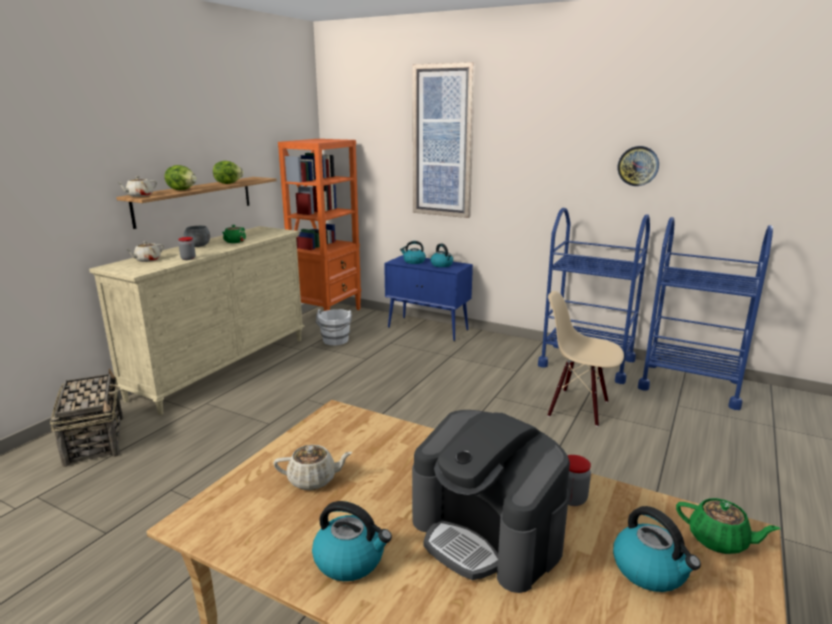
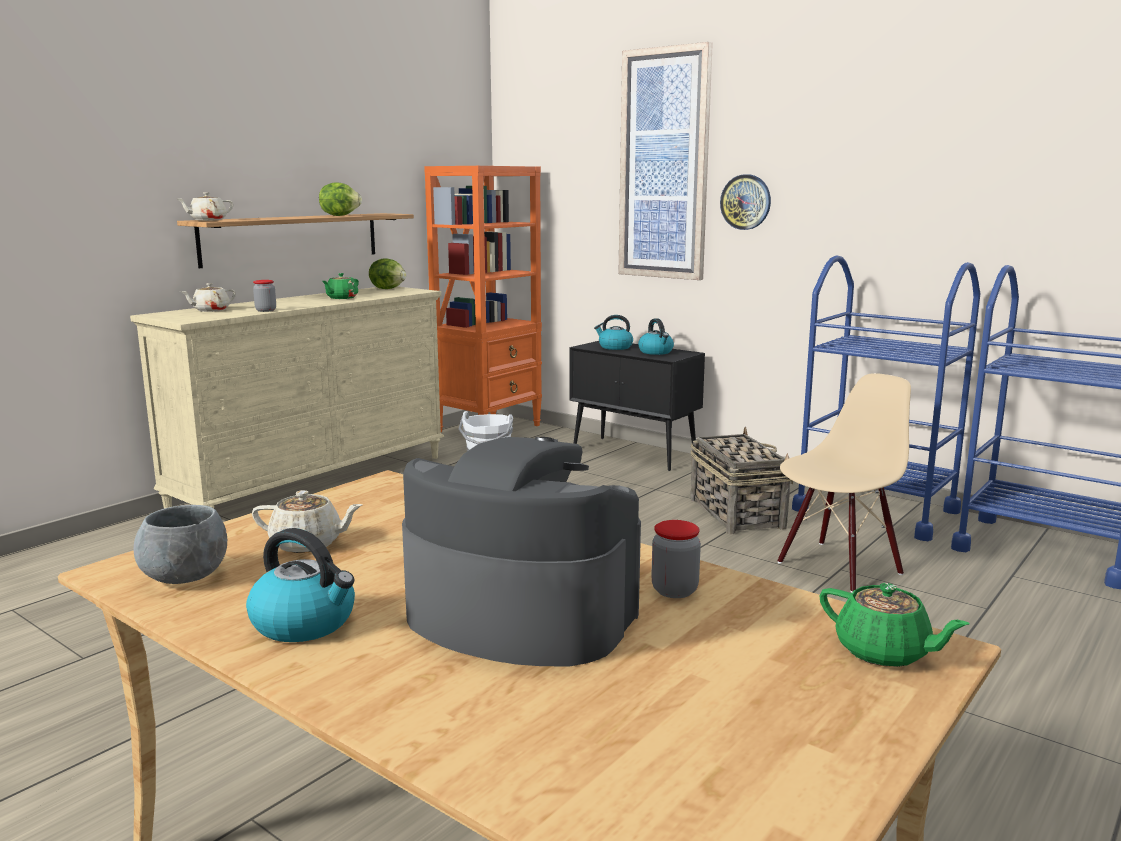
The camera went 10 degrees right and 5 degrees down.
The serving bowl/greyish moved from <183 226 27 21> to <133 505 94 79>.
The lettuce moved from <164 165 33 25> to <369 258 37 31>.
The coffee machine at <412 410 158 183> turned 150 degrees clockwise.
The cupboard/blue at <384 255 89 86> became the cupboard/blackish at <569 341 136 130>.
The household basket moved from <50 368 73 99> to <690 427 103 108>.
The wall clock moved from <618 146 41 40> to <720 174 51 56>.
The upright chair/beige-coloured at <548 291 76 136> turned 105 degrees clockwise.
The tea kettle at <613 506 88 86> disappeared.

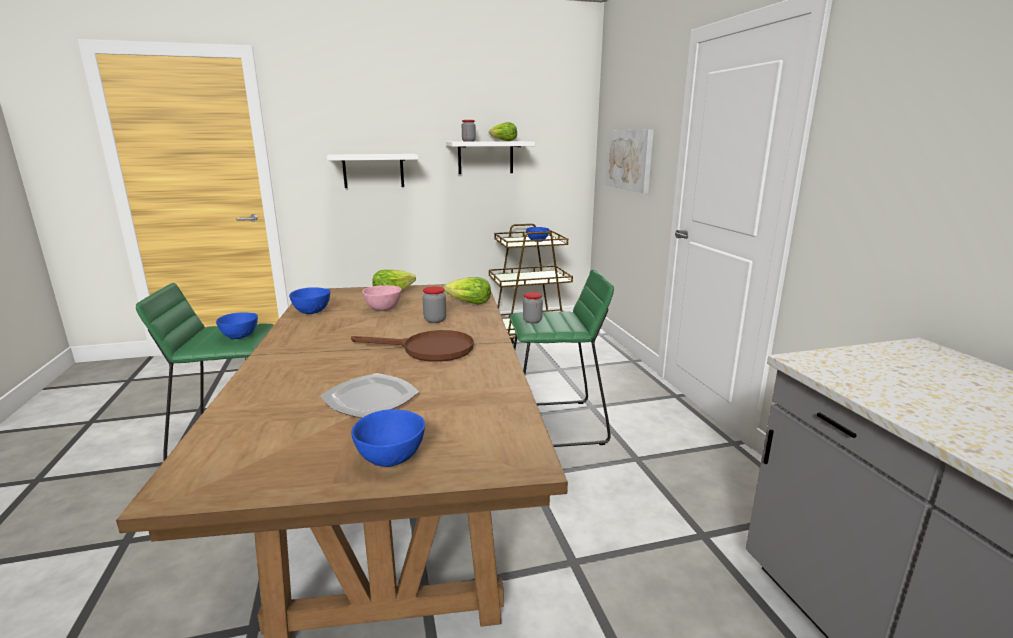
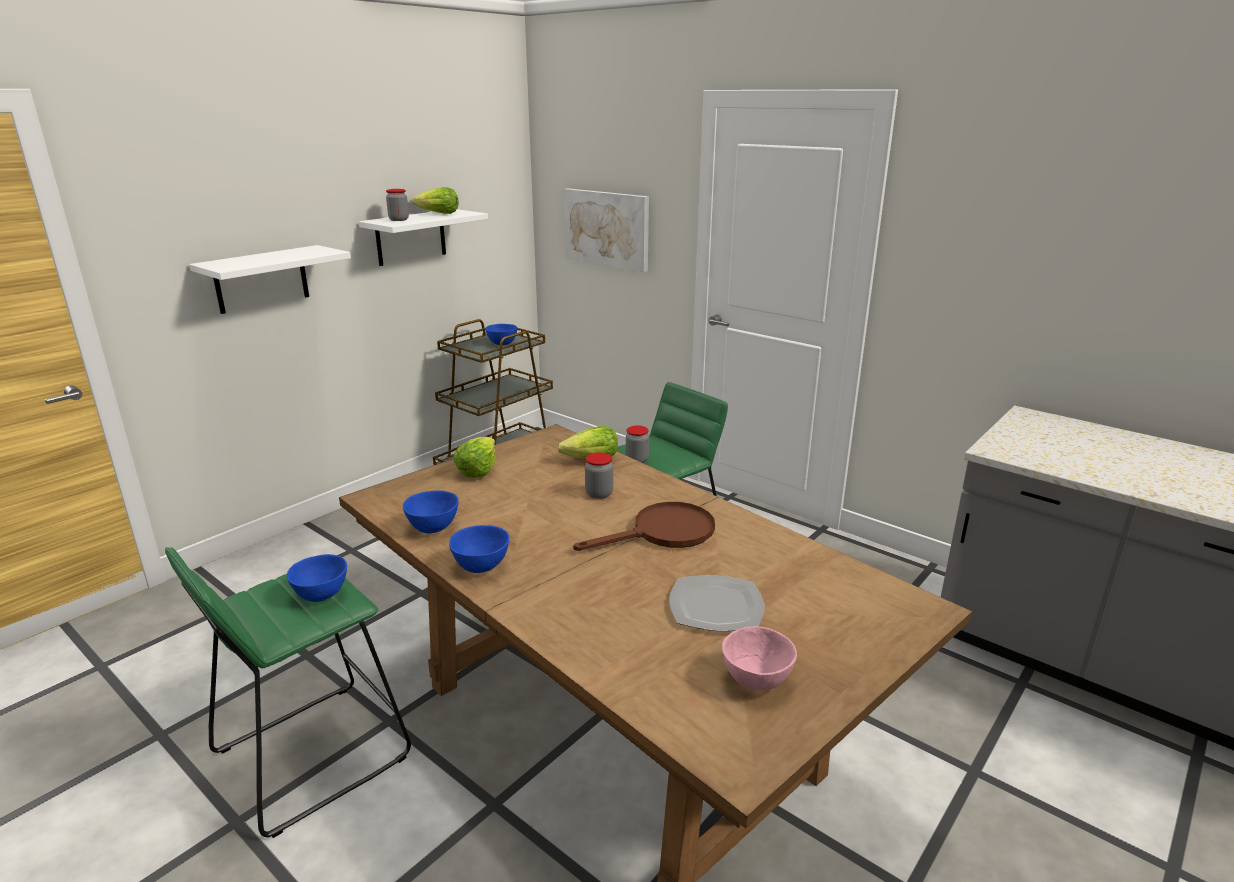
The camera went 35 degrees left and 5 degrees up.
The serving bowl/blue moved from <351 409 74 58> to <449 525 60 48>.
The serving bowl/pink moved from <362 285 40 26> to <722 626 75 65>.

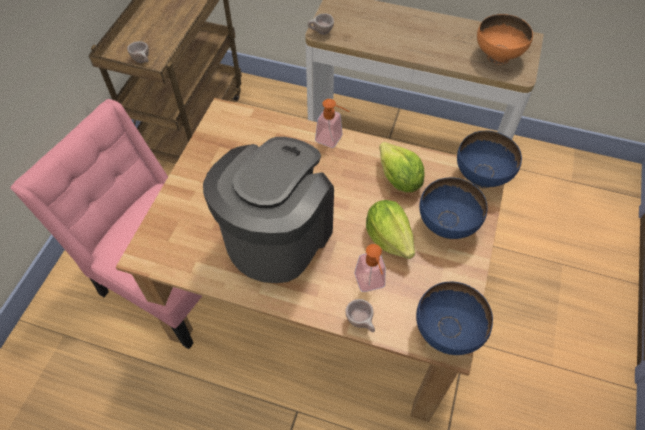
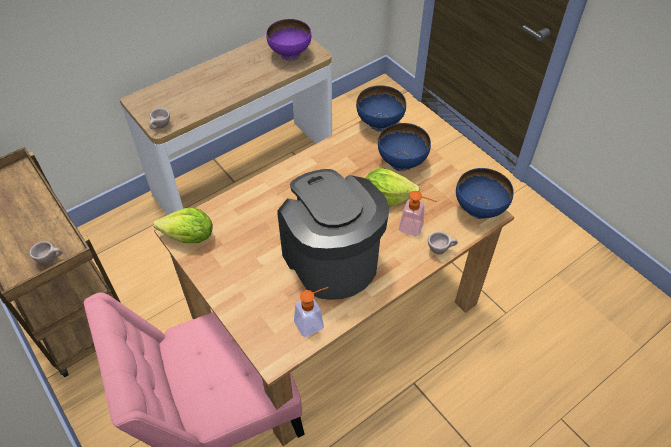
The camera went 55 degrees left and 5 degrees down.
The lettuce moved from <379 142 46 50> to <153 208 60 35>.
The serving bowl/orangey at <477 14 56 51> became the serving bowl/purple-coloured at <266 19 45 42>.
The soap bottle moved from <315 99 35 49> to <294 287 35 50>.

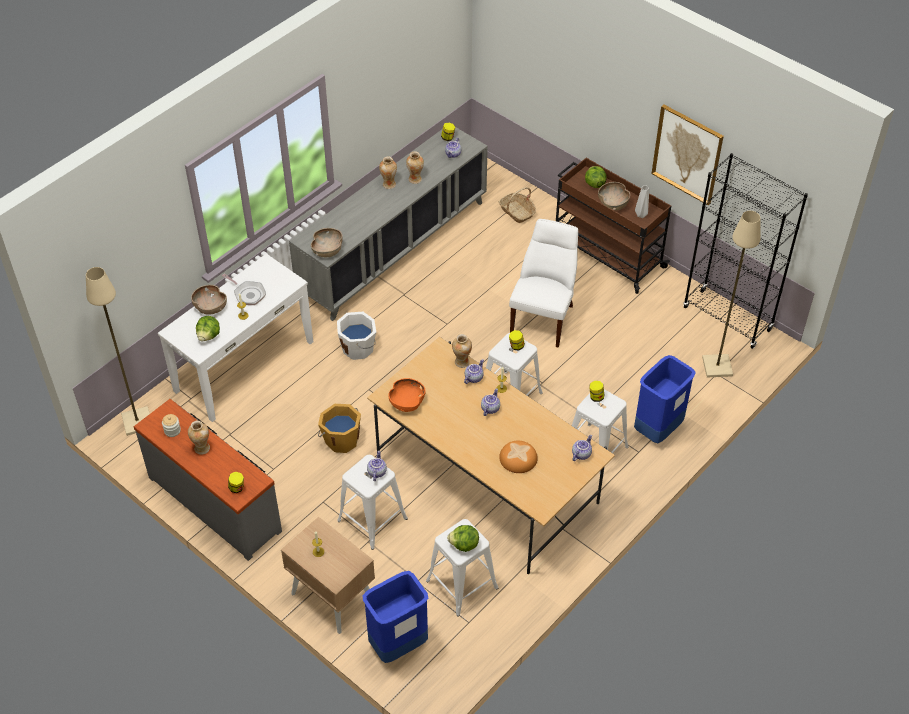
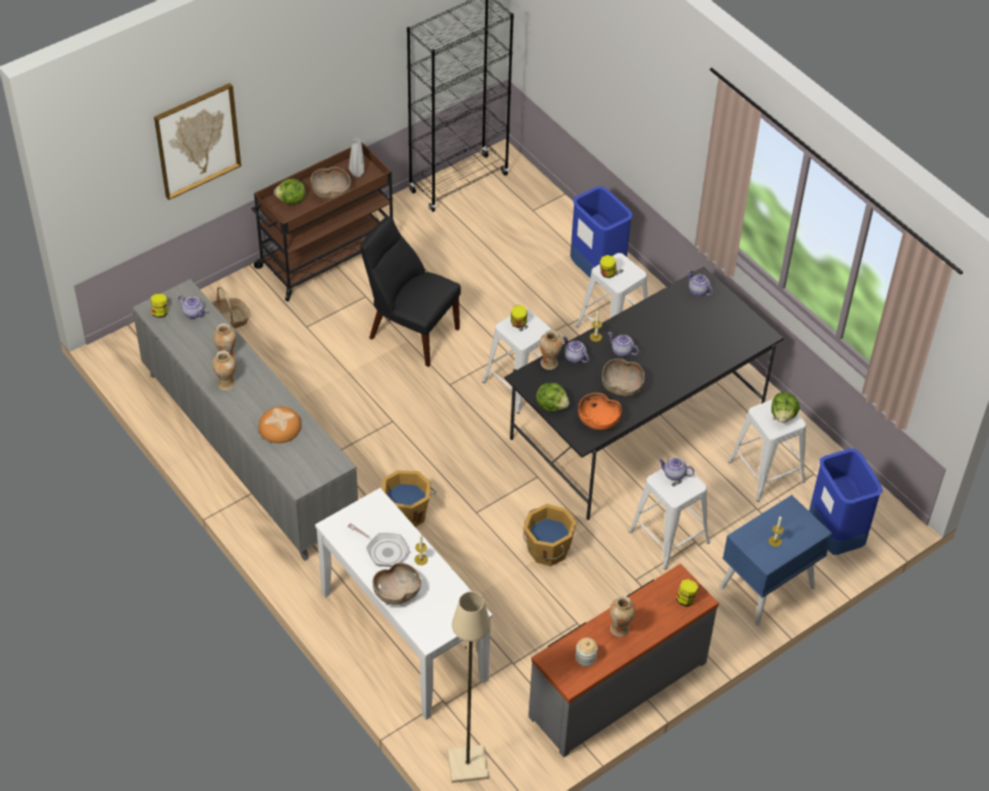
The camera went 80 degrees left and 0 degrees up.
The wall art moved from <651 105 73 100> to <154 83 87 117>.
The bakery bread moved from <499 441 39 32> to <258 406 43 37>.
The frying pan at <222 274 44 31> turned 75 degrees clockwise.
The upright chair/whitish at <509 219 69 129> became the upright chair/blackish at <360 217 101 150>.
The water bucket/whitish at <337 312 39 48> became the water bucket/orangey at <382 470 55 57>.
The dining table/beige-coloured at <367 337 248 237> became the dining table/blackish at <504 267 280 253>.
The lettuce moved from <196 316 24 25> to <536 383 34 29>.
The serving bowl/brownish moved from <311 228 32 29> to <602 359 43 38>.
The bedside table/beige-coloured at <281 517 94 117> became the bedside table/blue at <720 495 112 131>.
The standing lamp/beige-coloured at <702 211 59 167> disappeared.

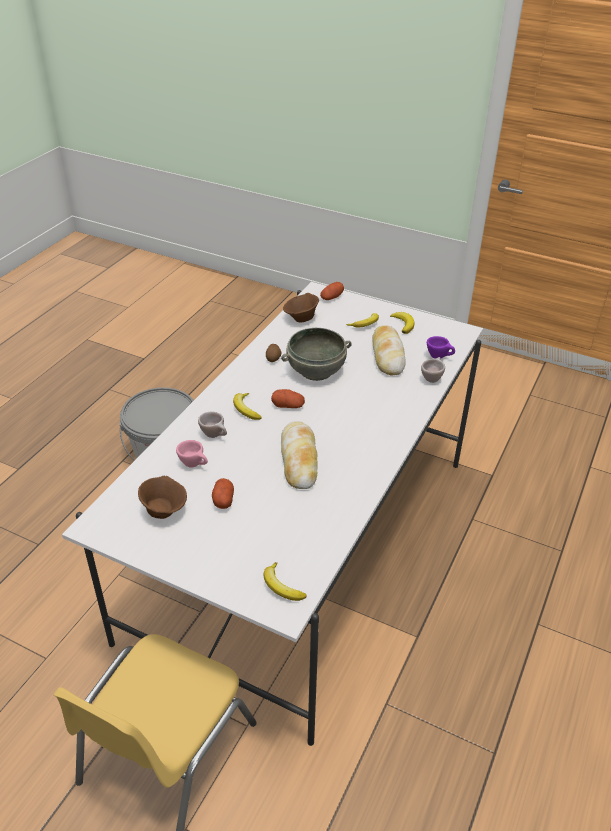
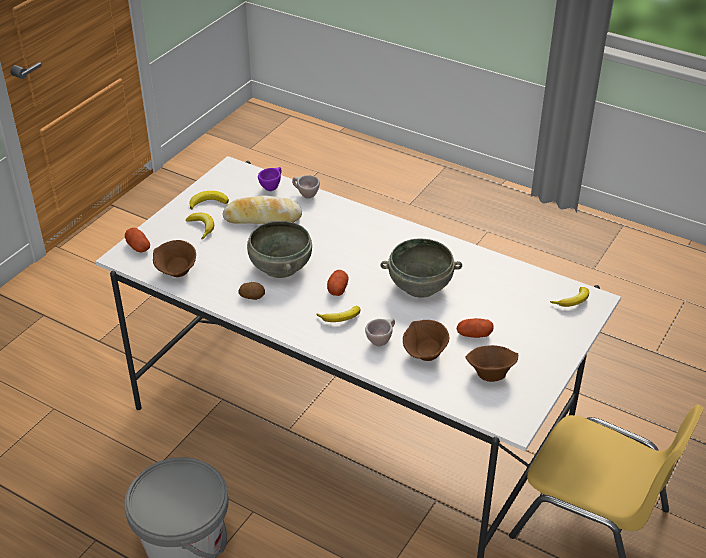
The camera went 85 degrees left and 0 degrees up.
The bakery bread at <281 421 36 68> was replaced by the serving bowl/greyish at <381 238 81 60>.
The cup/pink at <176 440 32 28> was replaced by the serving bowl/brownish at <403 320 46 41>.

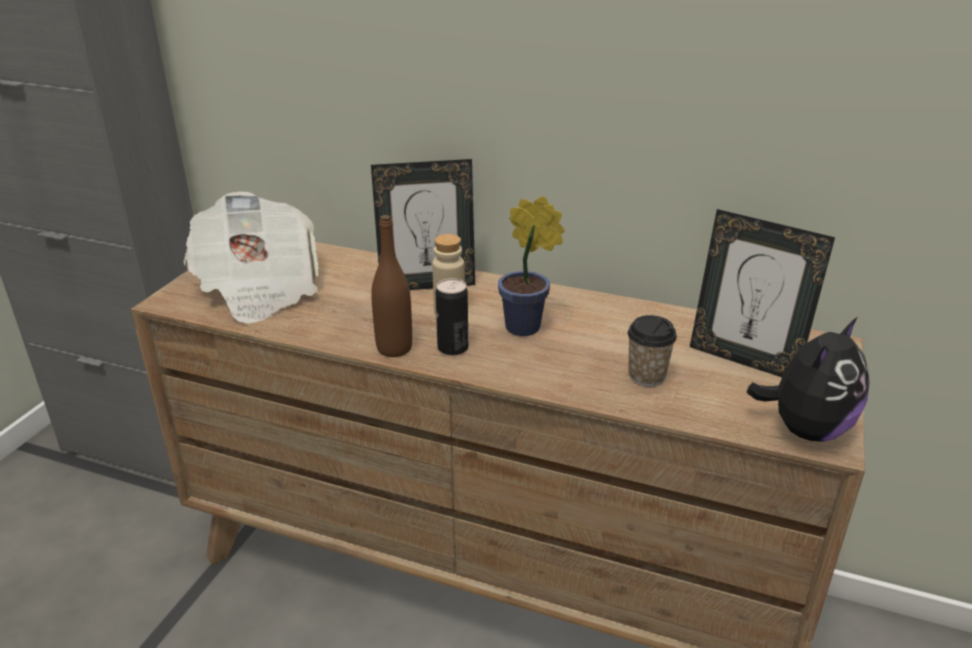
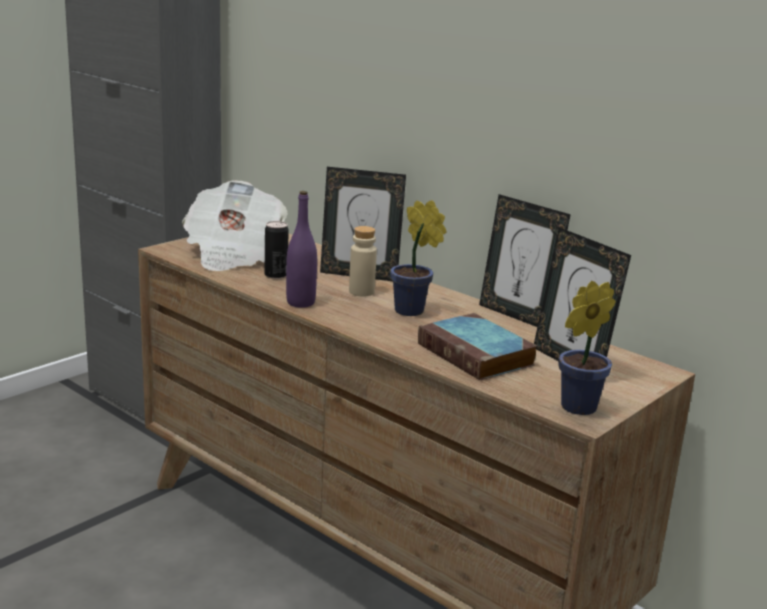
The camera went 20 degrees right and 10 degrees down.
The can moved from <436 278 32 78> to <265 221 24 58>.
The bottle/brownish at <371 215 41 142> became the bottle/purple-coloured at <286 191 31 117>.
The cup at <627 315 50 72> was replaced by the volume at <418 313 119 67>.
The standing frame at <479 194 92 133> appeared.
The soft toy at <746 317 124 125> was replaced by the potted plant at <559 281 57 134>.

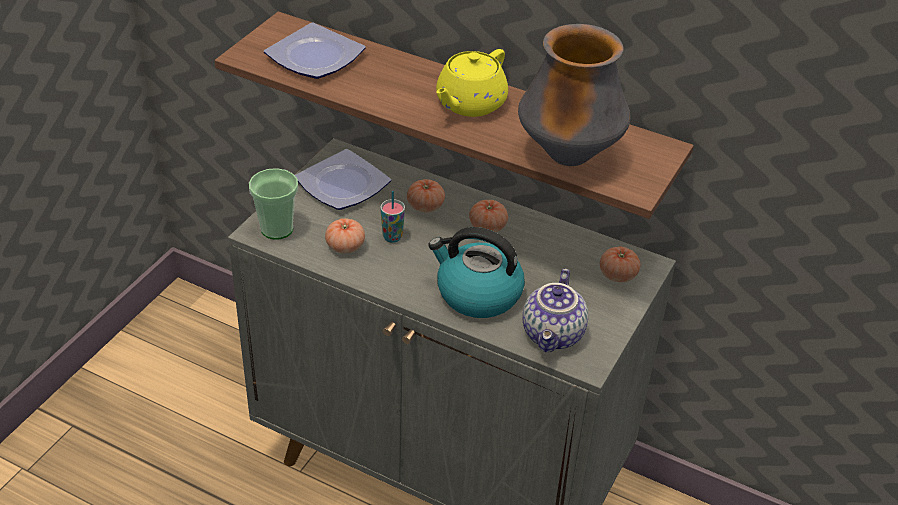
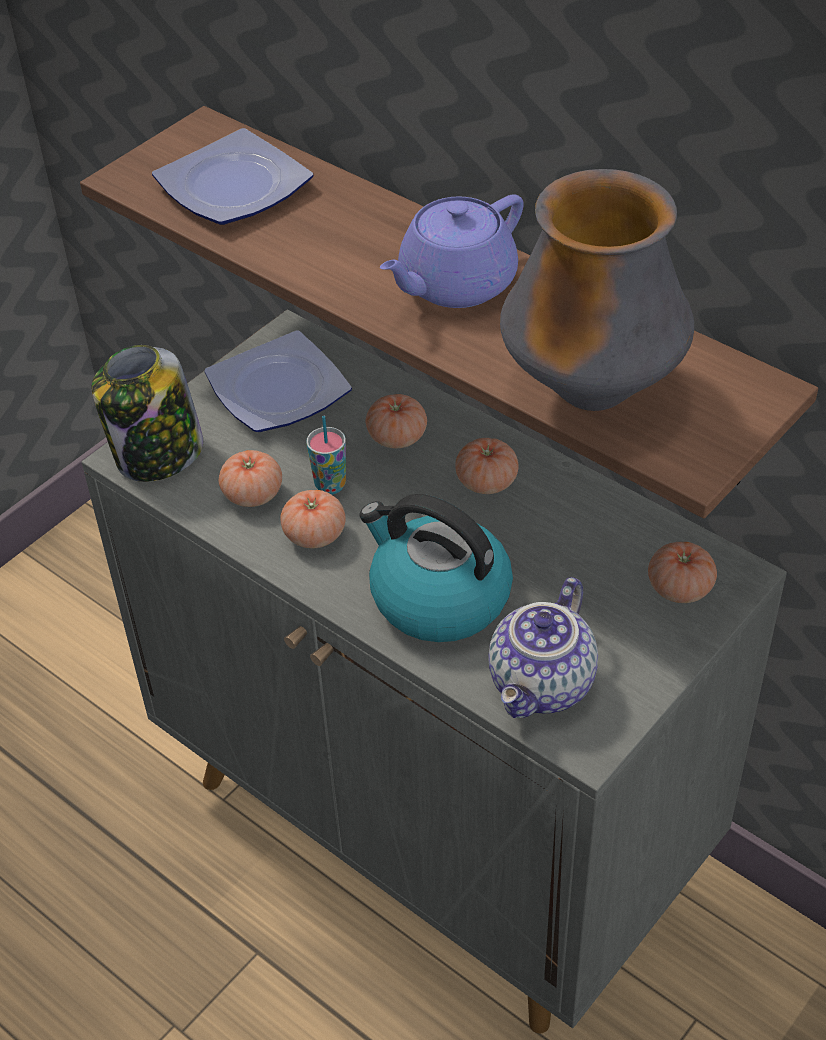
The camera went 15 degrees right and 5 degrees up.
The cup at <249 168 49 72> was replaced by the storage jar at <92 345 111 137>.
The fresh tomato at <280 490 66 58> appeared.
The tea pot/yellow-coloured at <436 49 72 68> became the tea pot/purple-coloured at <380 194 144 114>.

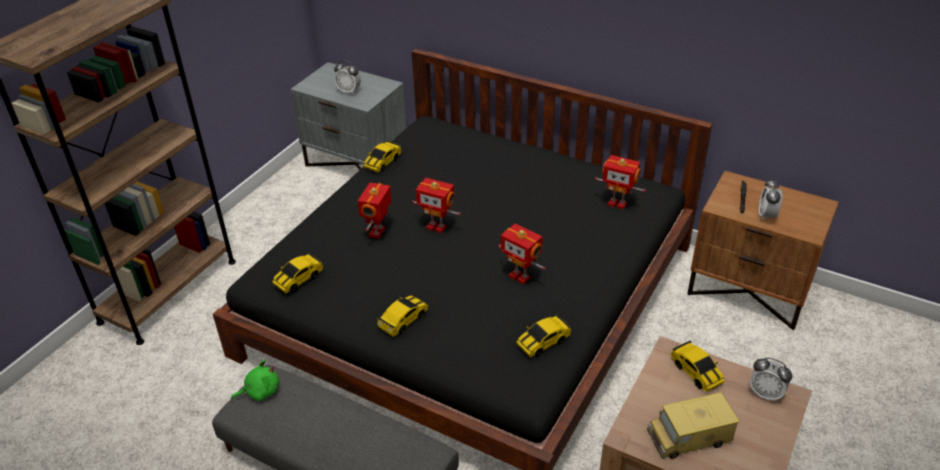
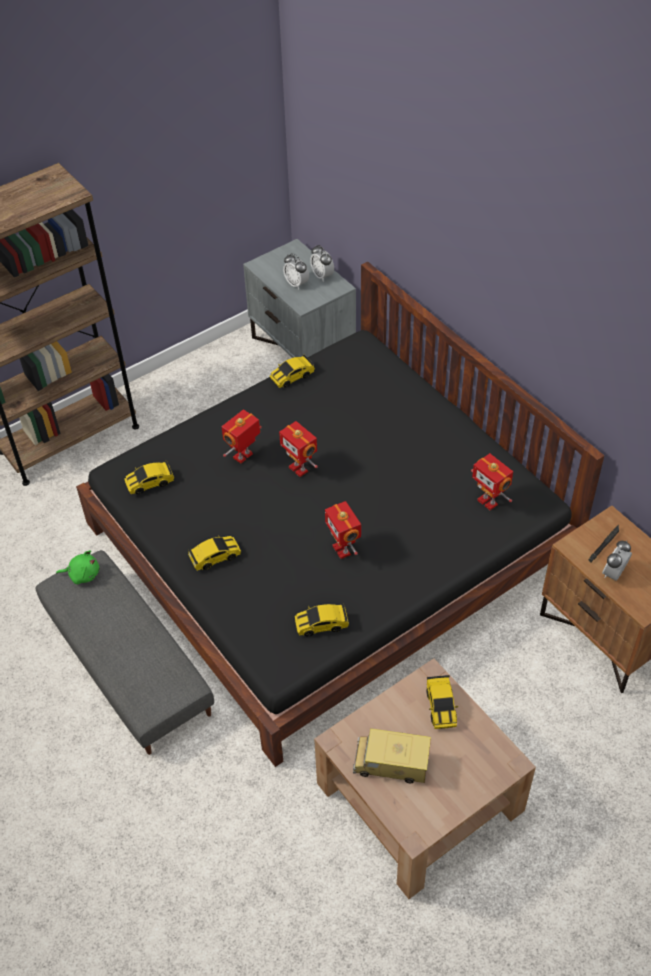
The camera went 25 degrees right and 10 degrees up.
The alarm clock moved from <750 358 42 44> to <310 245 24 37>.

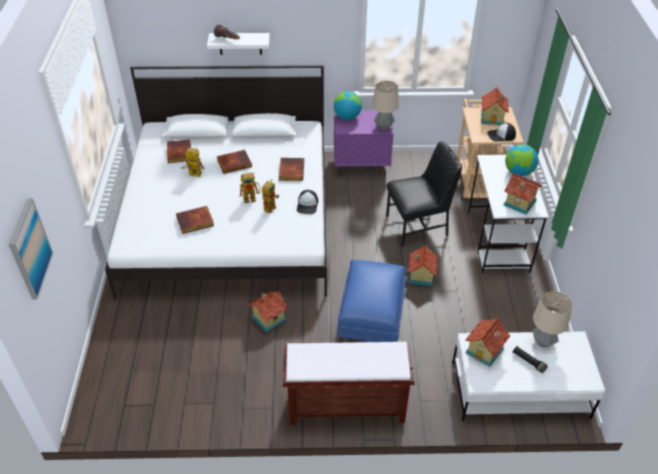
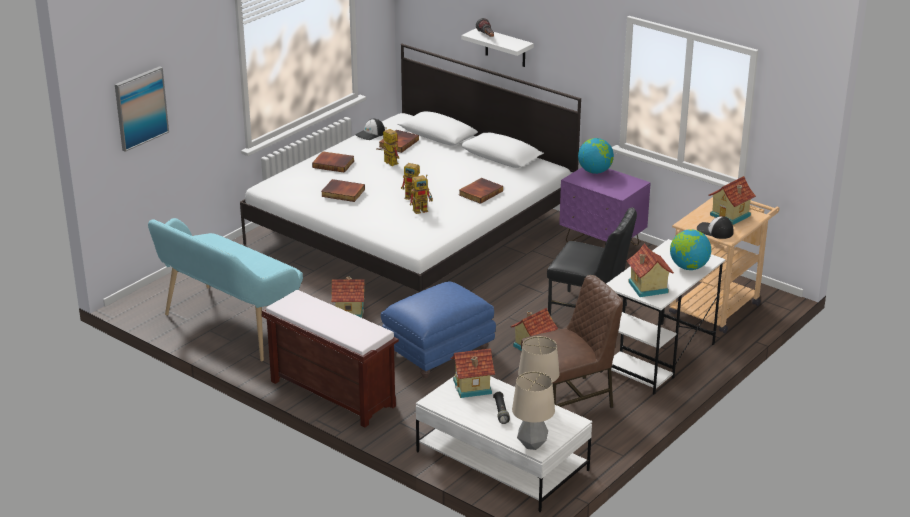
The camera went 40 degrees right and 15 degrees down.
The long seat/turquoise-coloured at <148 218 155 143> appeared.
The volume moved from <217 150 35 24> to <312 151 42 22>.
The cap moved from <297 190 21 24> to <356 119 29 21>.
The tabletop lamp moved from <372 81 27 50> to <512 371 43 79>.
The upright chair/brownish at <521 275 102 133> appeared.

